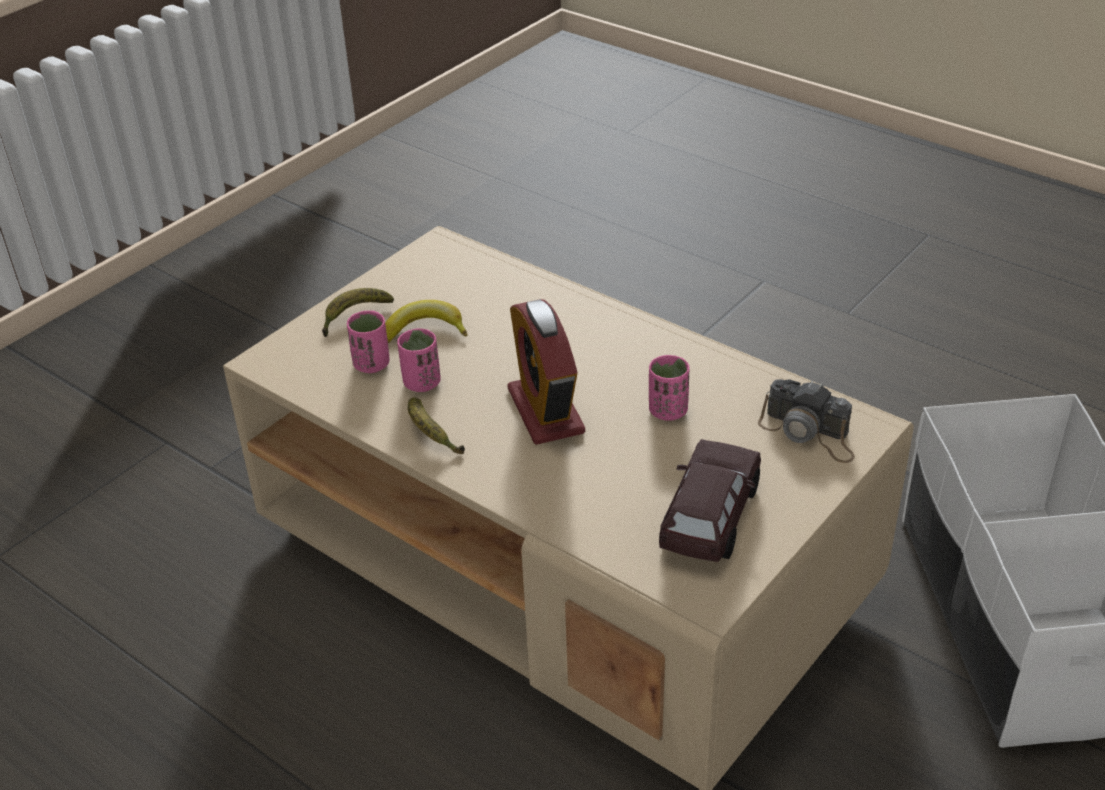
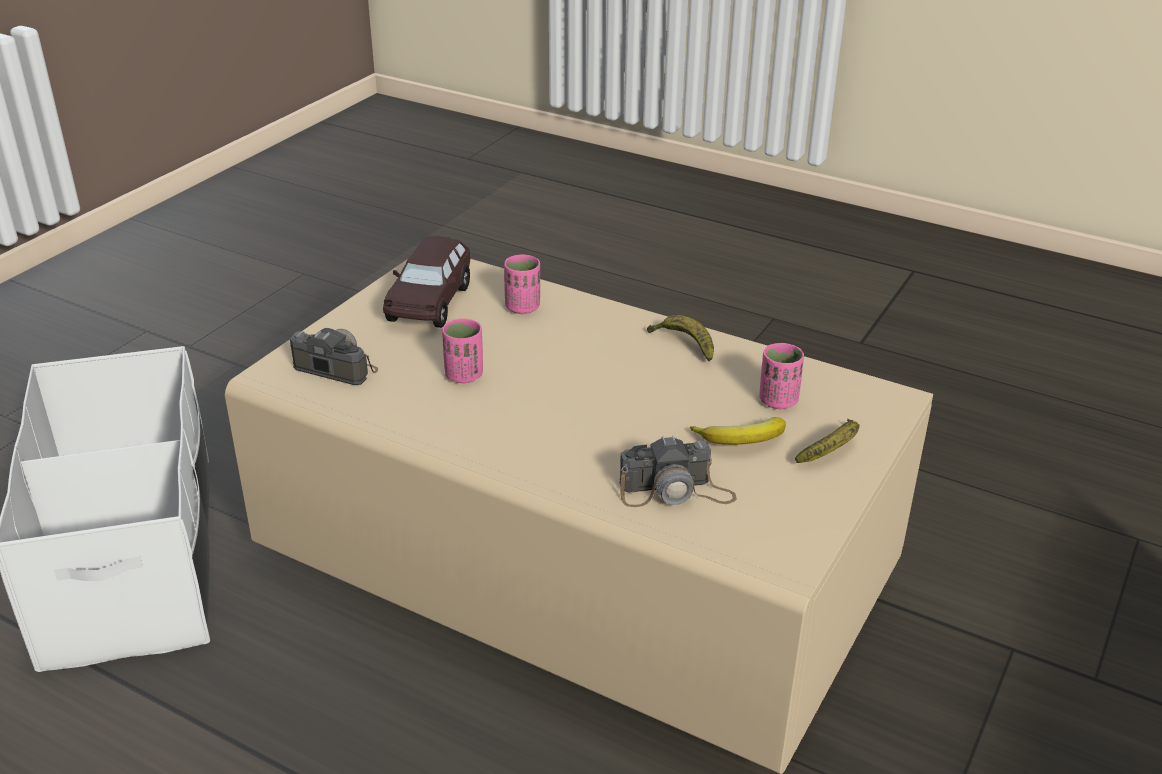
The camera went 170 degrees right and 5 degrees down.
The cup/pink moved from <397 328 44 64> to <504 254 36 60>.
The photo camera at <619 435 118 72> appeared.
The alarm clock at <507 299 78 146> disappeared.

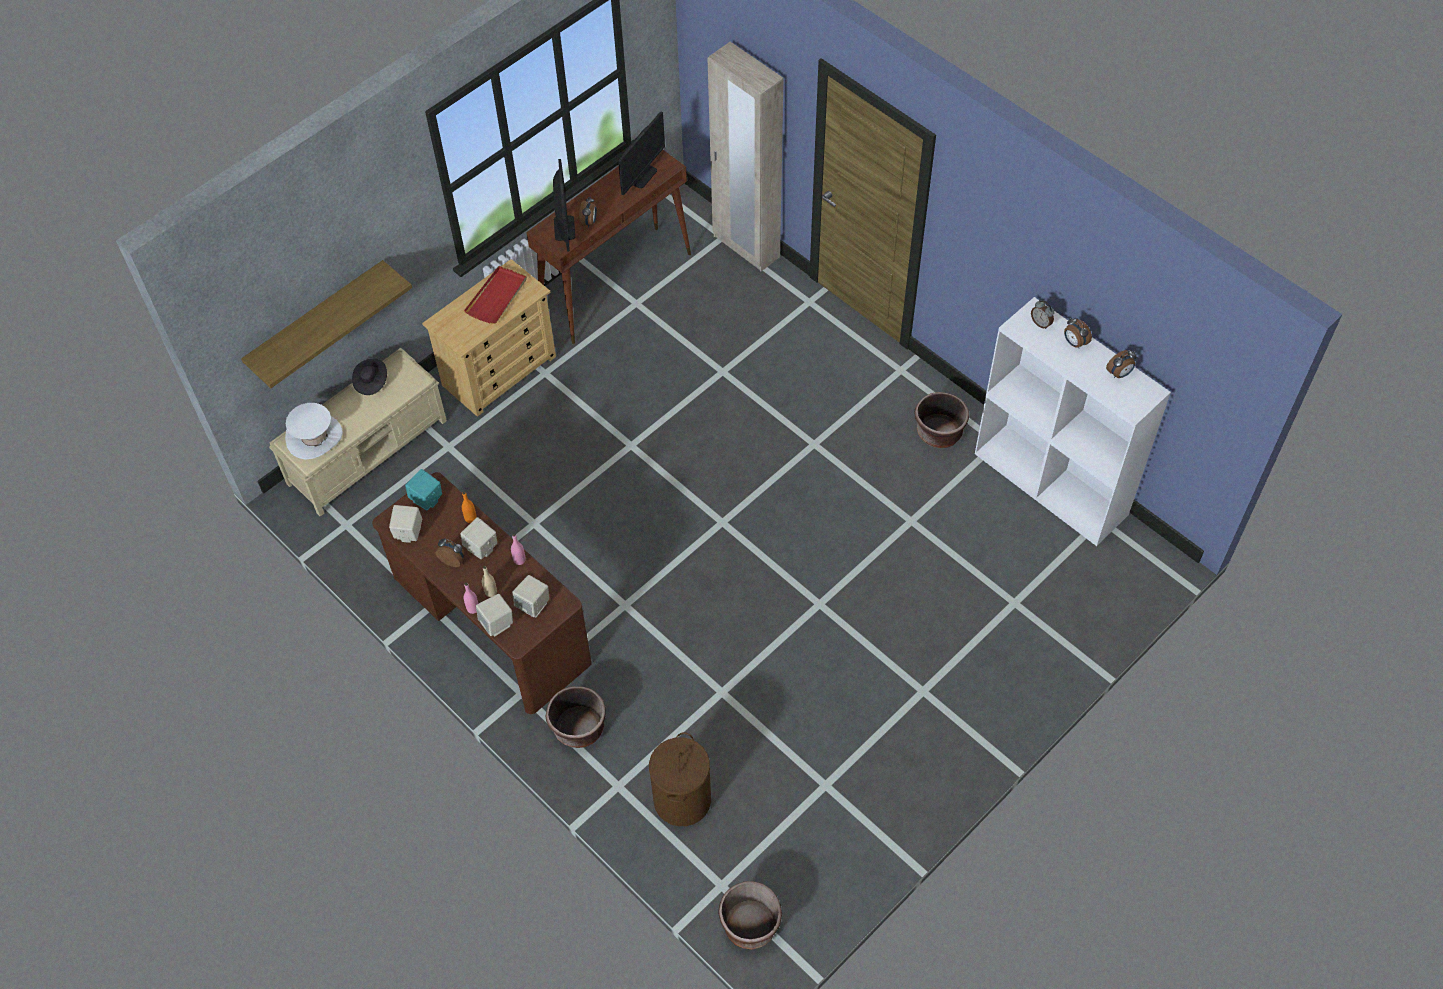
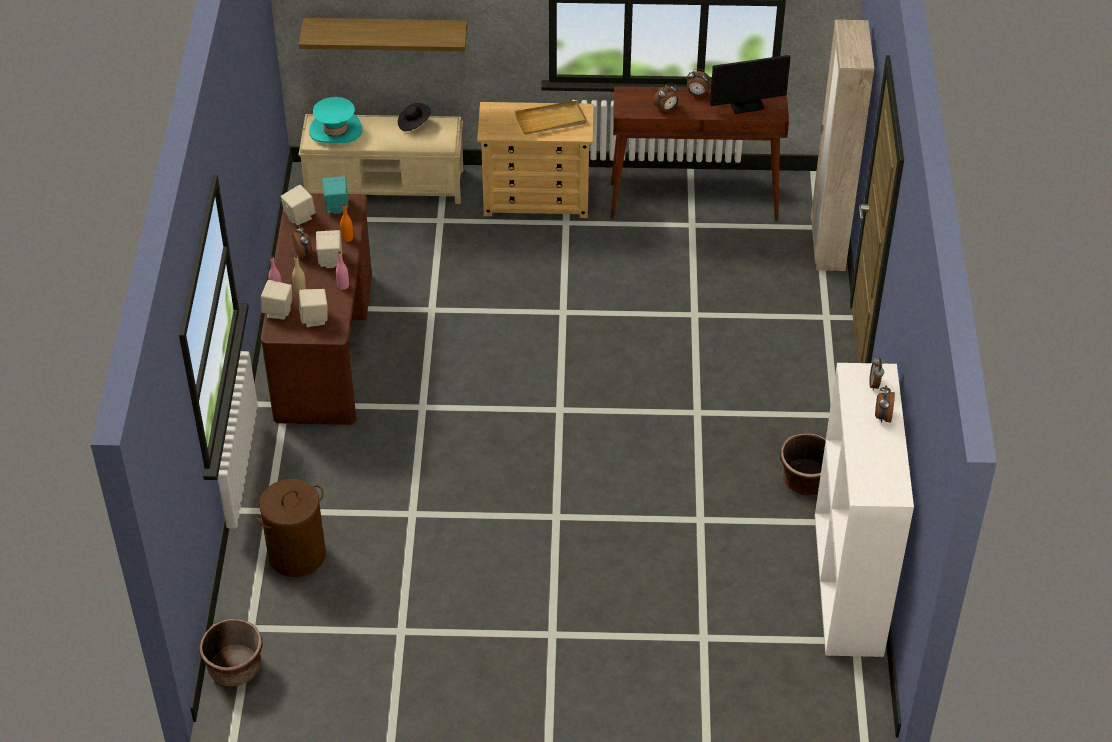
The camera went 45 degrees right and 10 degrees down.
The wearable hat/whitish at <285 403 58 57> became the wearable hat/turquoise-coloured at <309 97 53 46>.
The carrying tray/red at <464 266 63 58> became the carrying tray/beige-coloured at <515 100 72 35>.
The alarm clock moved from <1106 350 31 28> to <687 69 25 27>.
The flower pot/brownish at <545 686 61 62> disappeared.
The monitor at <553 159 22 93> disappeared.

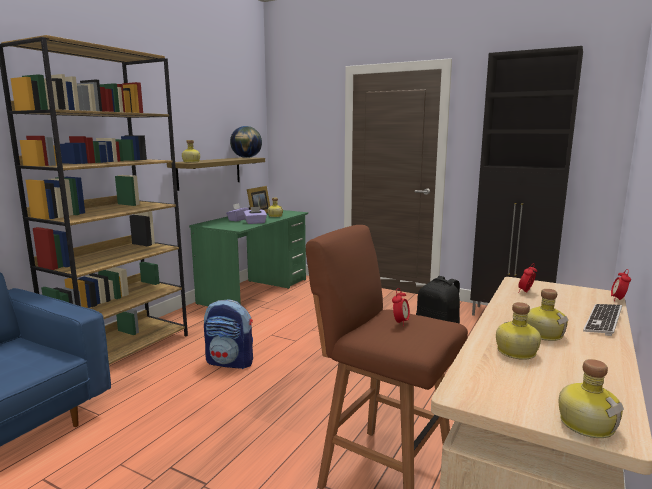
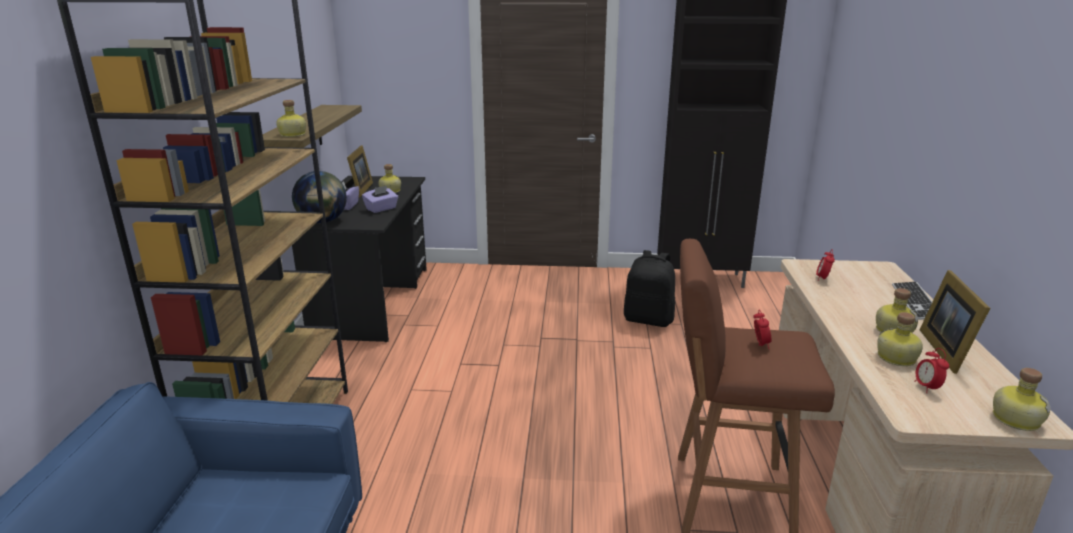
The camera went 25 degrees left and 10 degrees up.
The globe moved from <230 126 32 32> to <292 171 55 52>.
The desk unit/greenish at <189 210 119 96> became the desk unit/blackish at <292 176 135 166>.
The alarm clock moved from <611 269 20 32> to <914 348 35 45>.
The standing frame at <920 270 70 104> appeared.
The backpack at <204 299 49 70> disappeared.

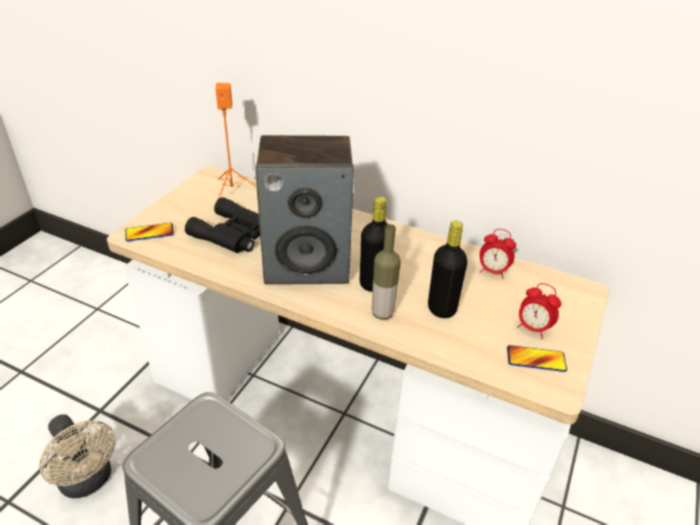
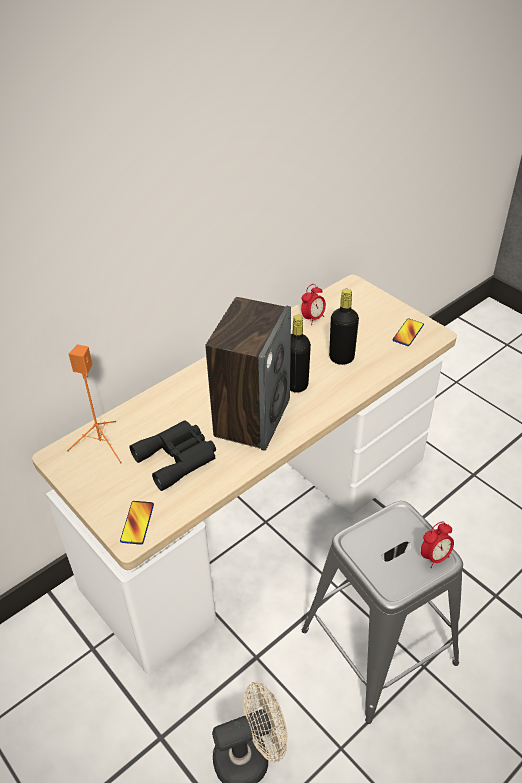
The camera went 65 degrees left and 5 degrees up.
The alarm clock moved from <517 283 44 56> to <421 521 33 47>.
The bottle at <372 224 29 96> disappeared.

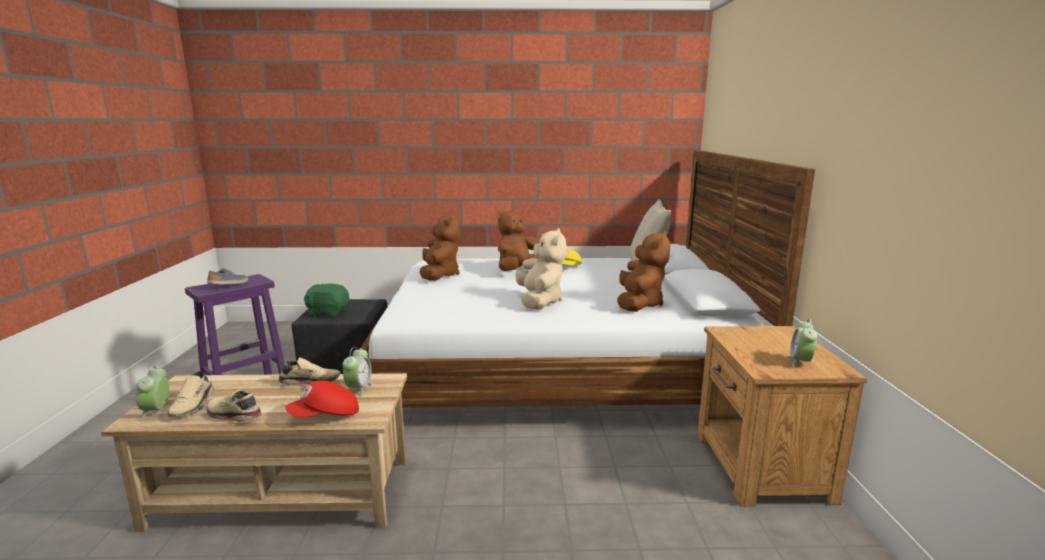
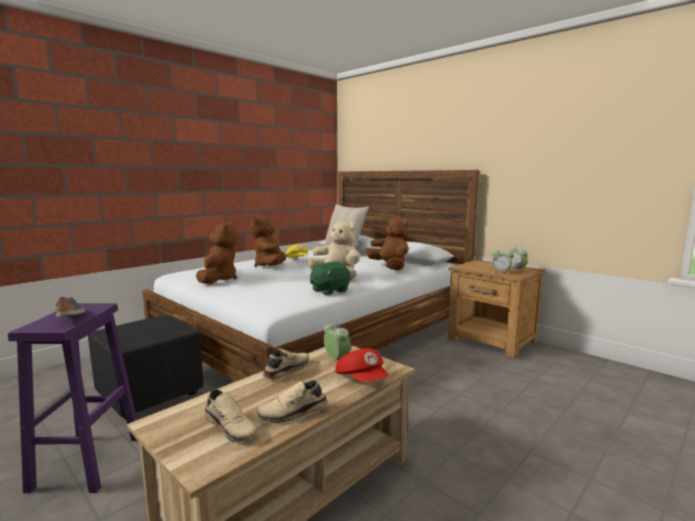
The camera went 45 degrees left and 5 degrees down.
The soft toy/brownish at <419 212 41 69> turned 45 degrees clockwise.
The soft toy/greenish moved from <304 284 45 34> to <310 262 40 33>.
The cap/red at <285 380 74 37> turned 45 degrees counterclockwise.
The alarm clock moved from <136 366 33 55> to <491 247 23 28>.

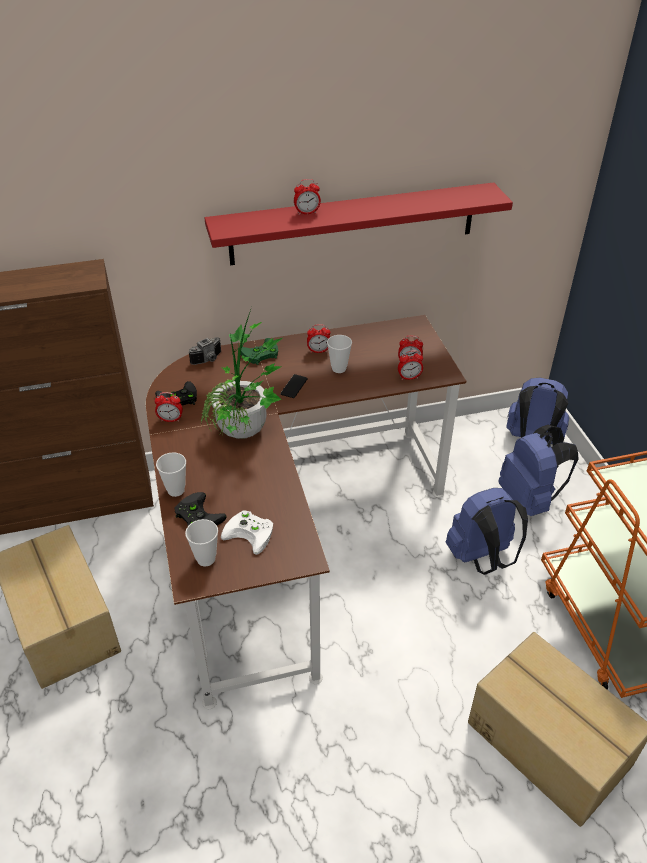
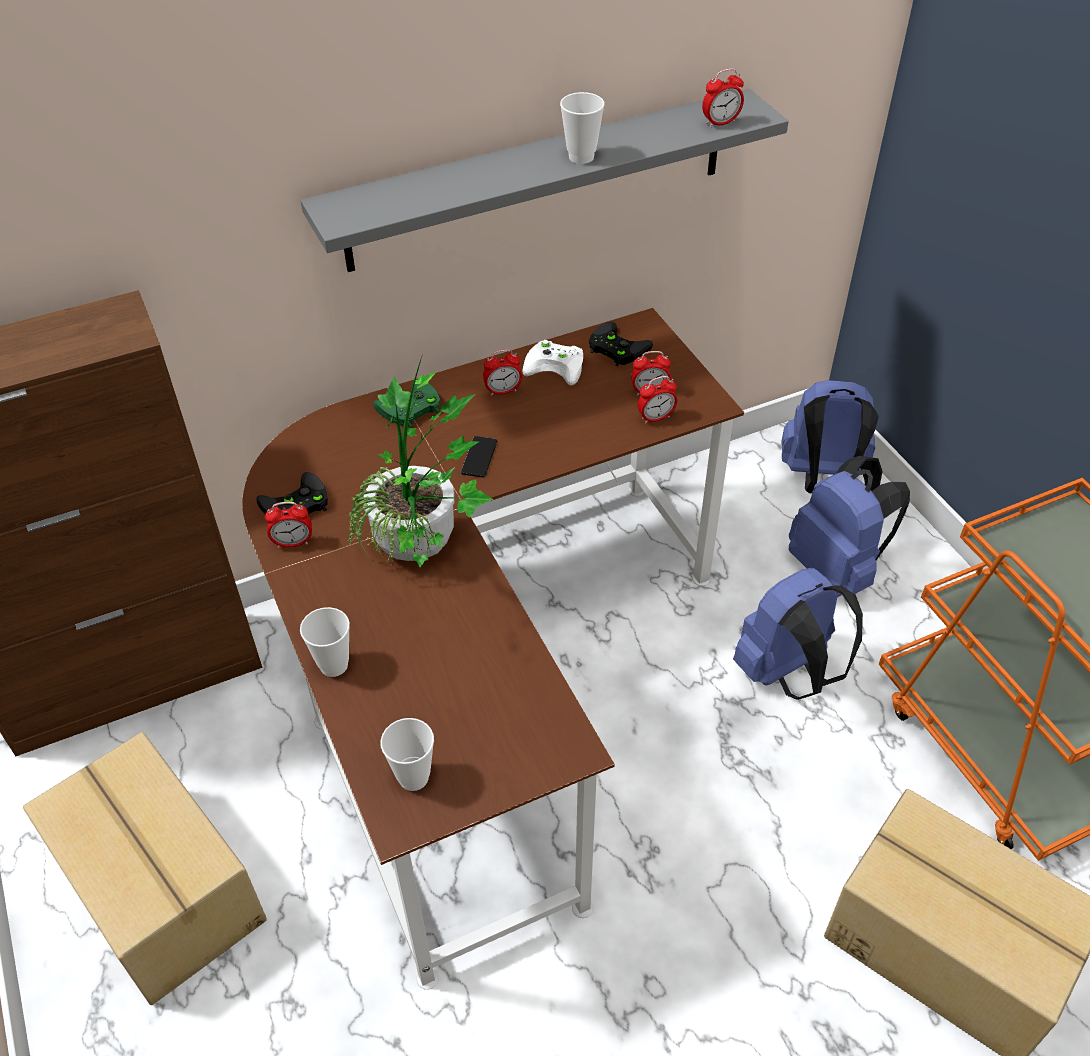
The camera went 10 degrees left and 5 degrees up.
The wall shelf/red at <205 182 308 83> became the wall shelf/greyish at <300 89 489 183>.
The game controller/whitish moved from <221 510 52 45> to <522 340 61 45>.
The cup moved from <327 335 25 38> to <560 92 44 72>.
The game controller/blackish moved from <174 492 52 35> to <589 322 64 44>.
The alarm clock moved from <294 179 27 36> to <702 68 42 60>.
The photo camera at <189 337 32 28> disappeared.

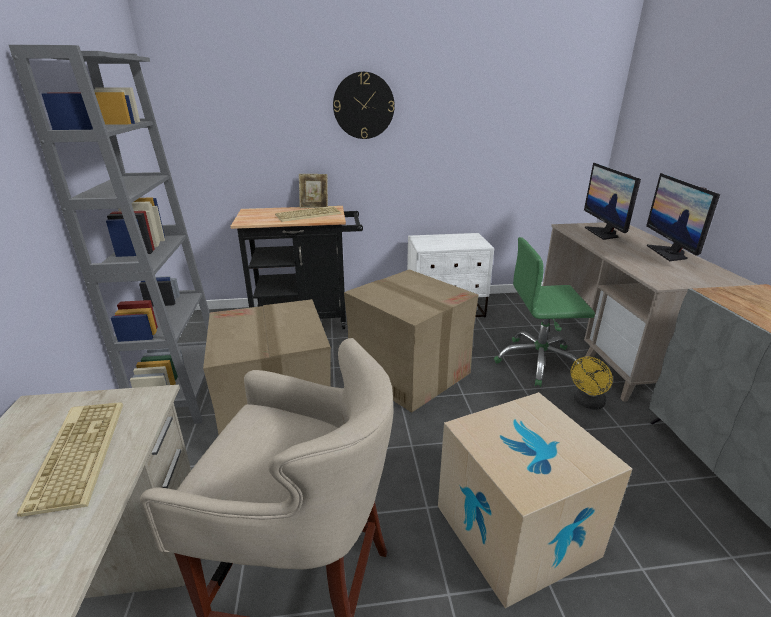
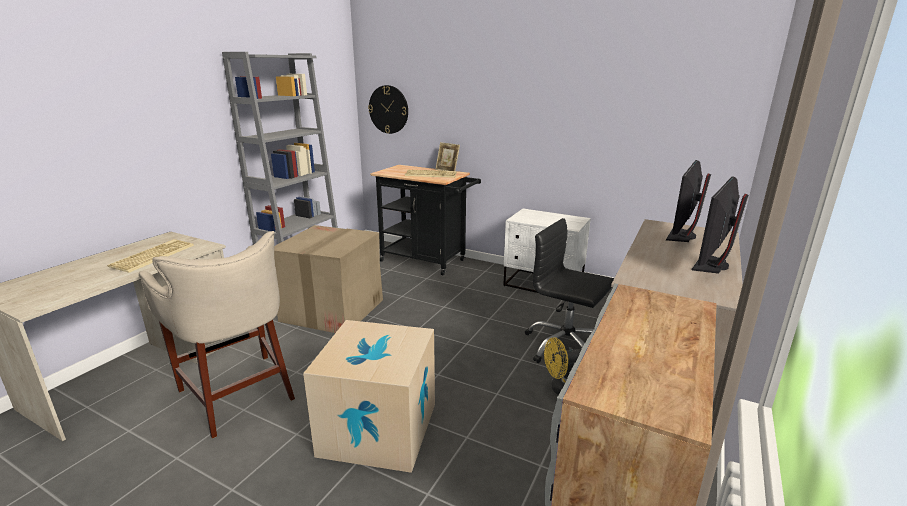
The camera went 35 degrees right and 5 degrees down.
The wall clock moved from <333 72 62 67> to <368 85 40 49>.
The desk chair/greenish at <494 237 101 150> became the desk chair/blackish at <525 218 89 145>.
The packing box at <344 269 135 144> disappeared.

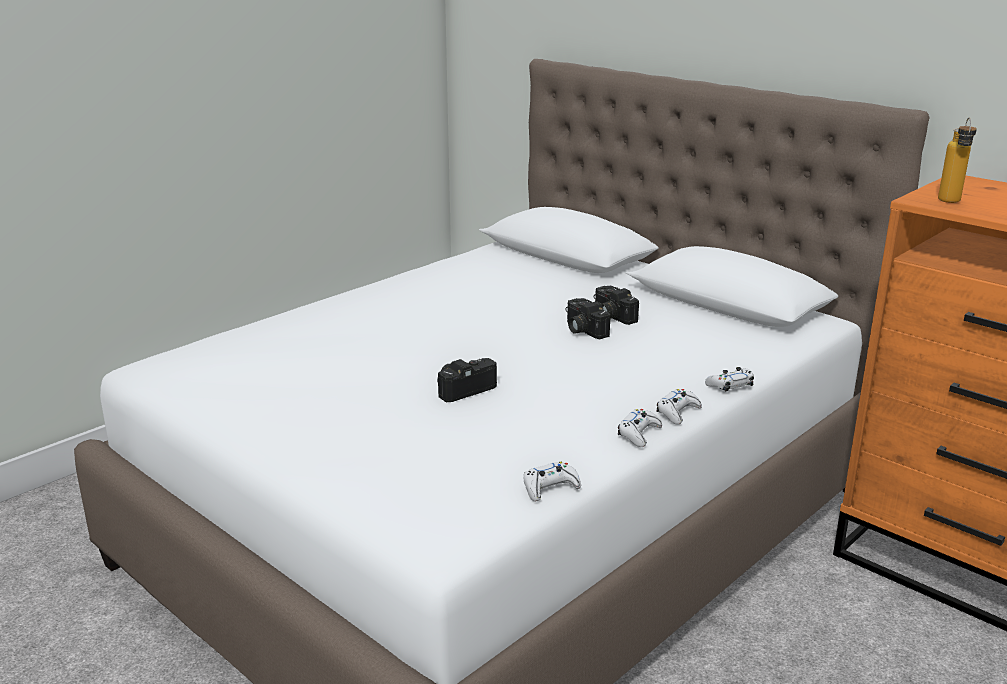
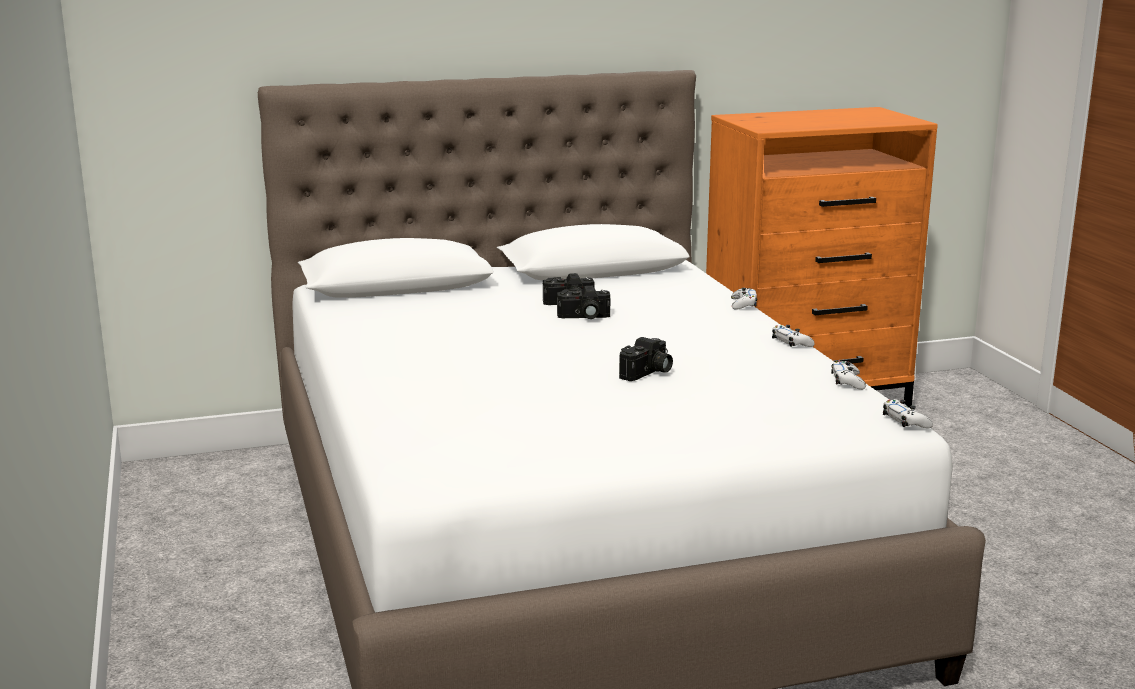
The camera went 60 degrees left and 5 degrees down.
The photo camera at <437 358 60 44> turned 135 degrees counterclockwise.
The game controller/whitish moved from <656 389 46 36> to <883 399 50 29>.
The bottle at <938 117 39 86> disappeared.

